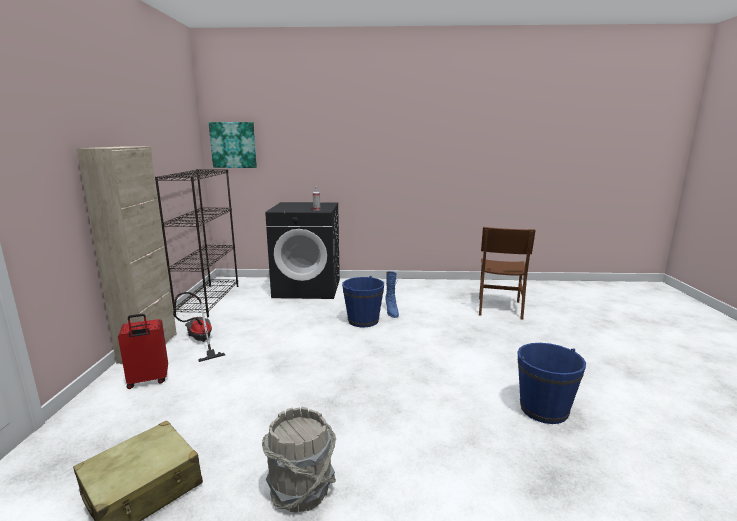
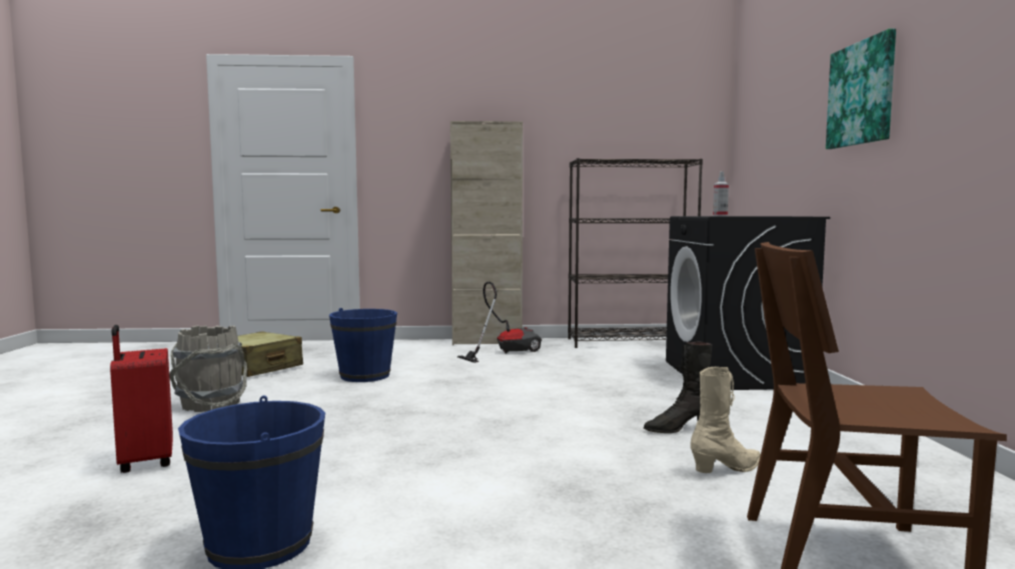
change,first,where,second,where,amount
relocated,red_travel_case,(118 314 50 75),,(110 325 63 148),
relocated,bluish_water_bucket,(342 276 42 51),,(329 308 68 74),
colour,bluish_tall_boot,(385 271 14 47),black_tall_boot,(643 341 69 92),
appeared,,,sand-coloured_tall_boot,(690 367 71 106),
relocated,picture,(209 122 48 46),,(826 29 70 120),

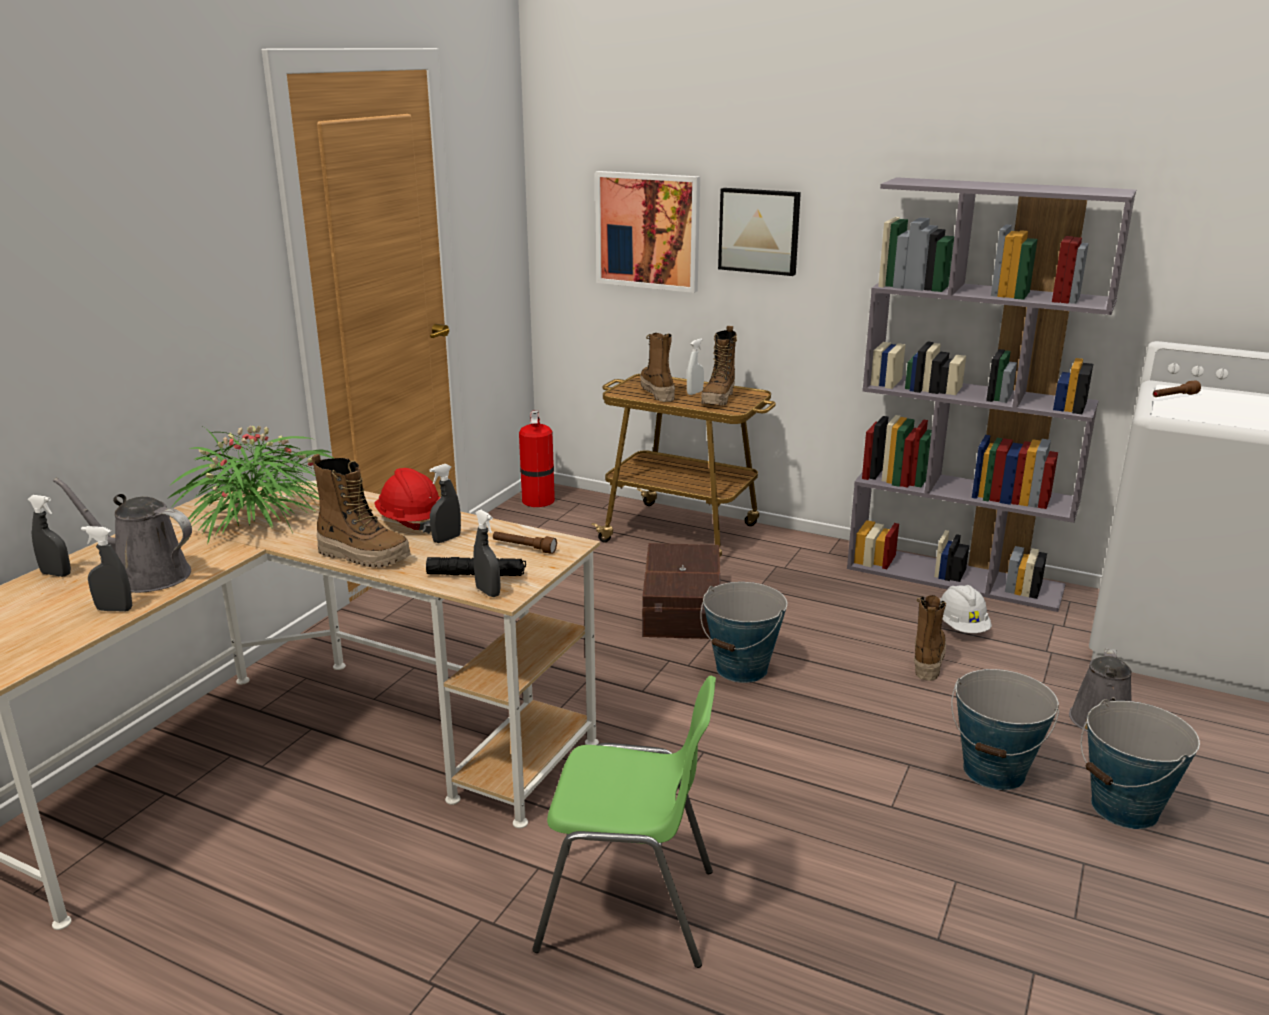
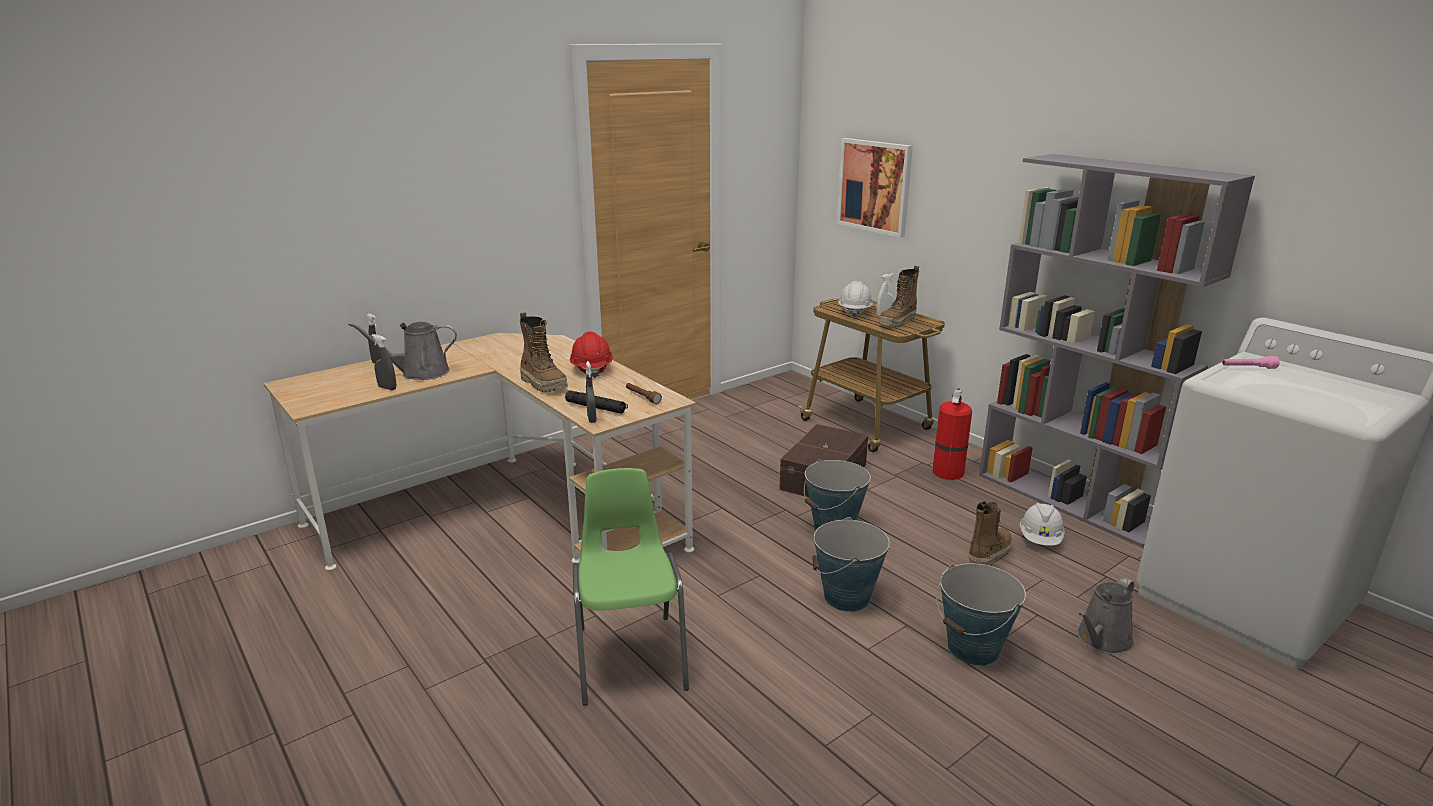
change,first,where,second,where,amount
spun,greyish_sprinkling_can,(53 478 139 115),,(348 322 109 58),60 degrees counterclockwise
spun,greenish_chair,(532 676 184 292),,(573 468 116 238),135 degrees counterclockwise
relocated,water_bucket,(1080 699 120 130),,(812 517 78 95),
exchanged,tall_boot,(640 333 35 69),white-coloured_hard_hat,(838 281 35 37),
relocated,fire_extinguisher,(519 410 36 97),,(932 388 40 92),
colour,brown_hand_torch,(1153 380 48 17),pink-coloured_hand_torch,(1222 356 58 13),
missing,potted_plant,(167 425 166 120),,,
missing,greyish_spray_bottle,(430 464 31 79),,,
missing,picture,(718 188 83 88),,,

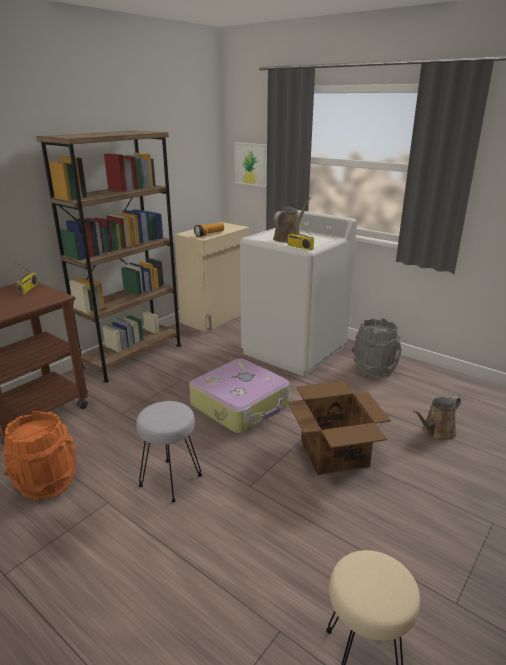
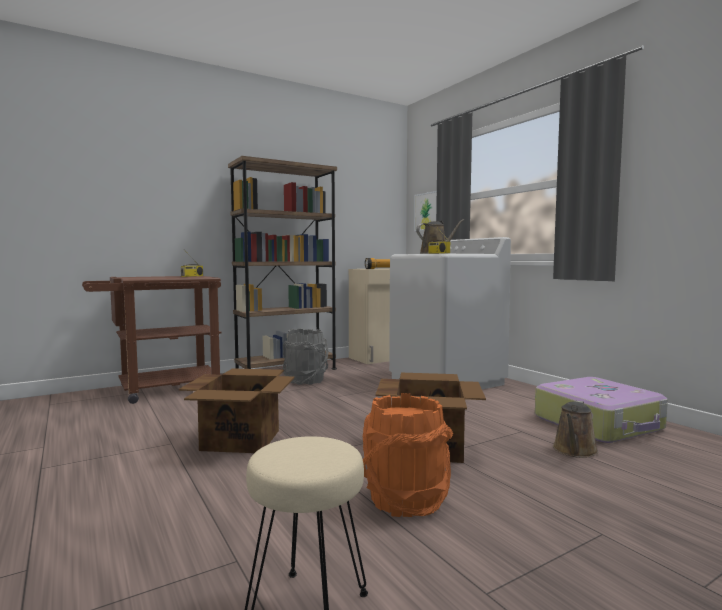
change,first,where,second,where,amount
exchanged,greyish_stool,(136 401 66 102),packing_box,(179 368 116 85),
relocated,greyish_water_bucket,(352 318 50 61),,(283 328 46 57),
relocated,orange_water_bucket,(3 411 73 90),,(363 393 90 124),
relocated,travel_case,(189 358 101 75),,(535 377 133 66),
spun,brown_sprinkling_can,(413 396 48 44),,(553 401 45 57),45 degrees counterclockwise

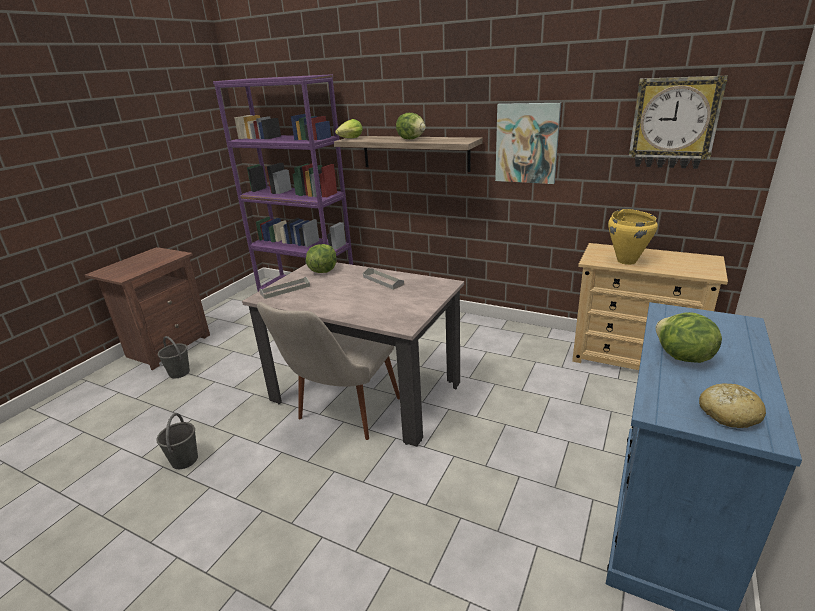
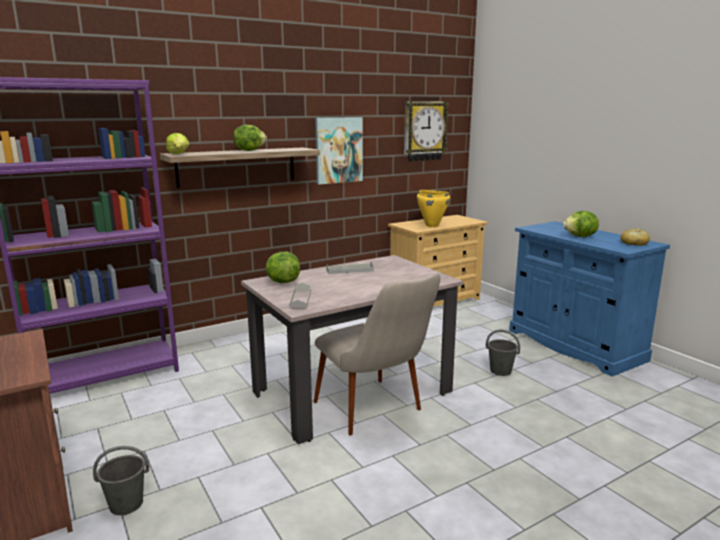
change,first,where,second,where,amount
relocated,greyish_water_bucket,(156 413 42 56),,(486 330 34 46),

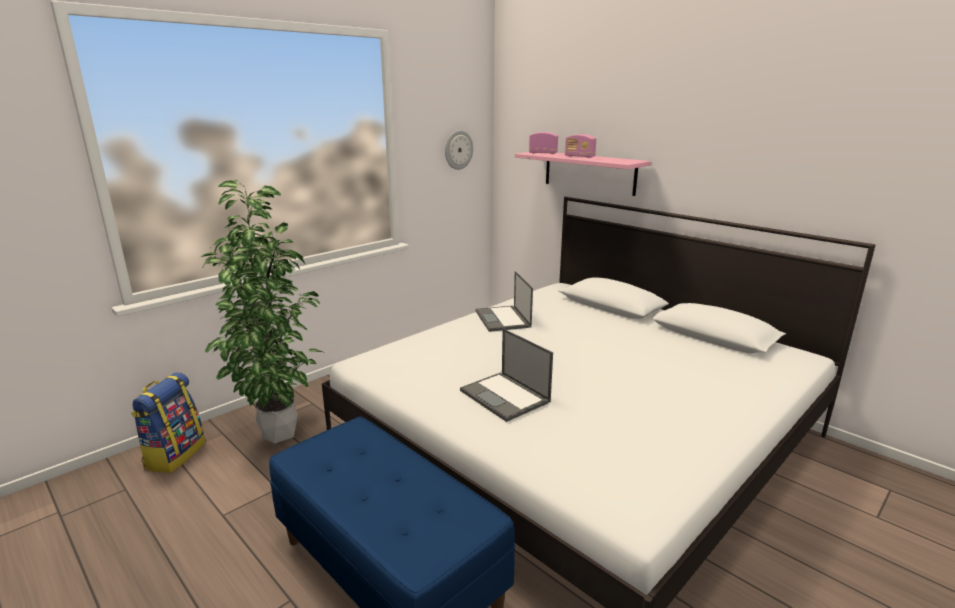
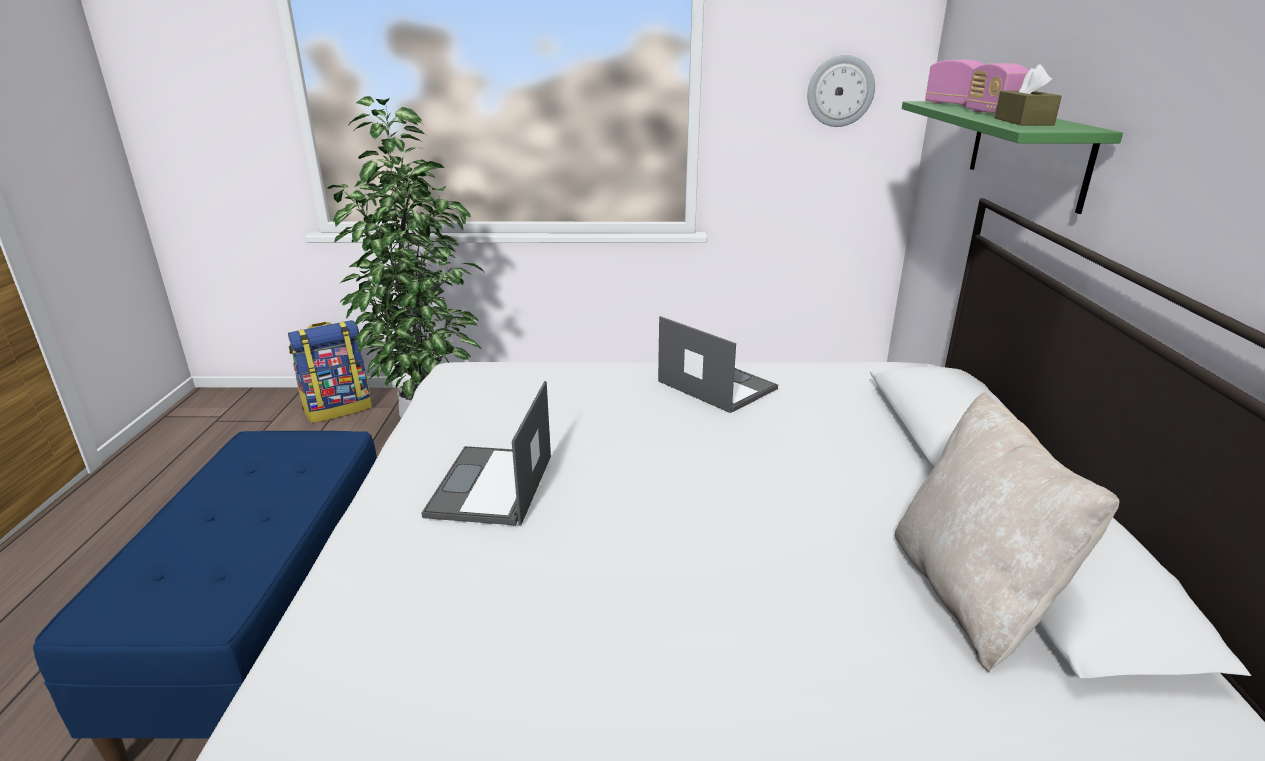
change,first,where,second,where,amount
spun,notebook_computer,(475 271 58 61),,(658 316 120 97),105 degrees clockwise
appeared,,,sand-coloured_pillow,(895 391 224 281),
colour,pink-coloured_shelf,(515 152 136 44),greenish_shelf,(902 101 221 113),
appeared,,,brown_tissue_holder,(995 64 67 62),

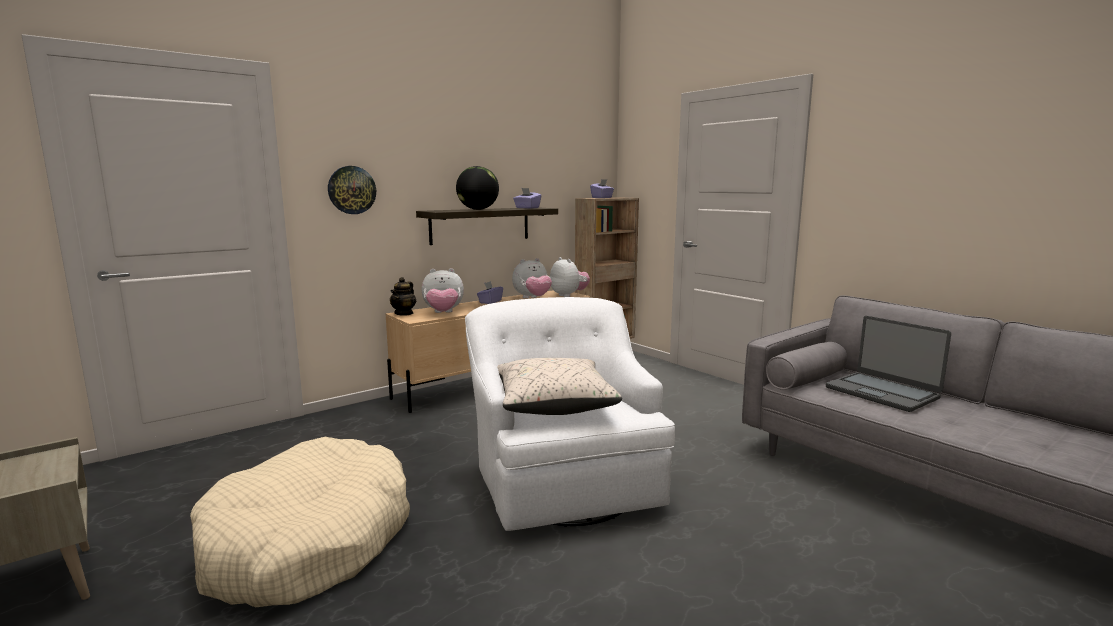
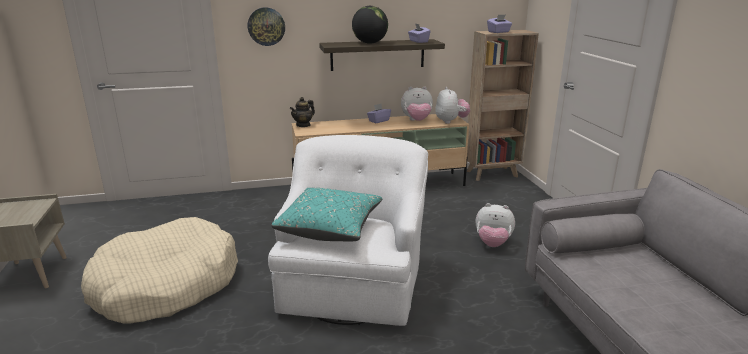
change,first,where,second,where,amount
colour,sand-coloured_pillow,(497 358 125 57),turquoise-coloured_pillow,(271 188 111 53),
relocated,cuddly_toy,(422 268 42 45),,(476 203 39 44),
missing,notebook_computer,(826 316 125 96),,,

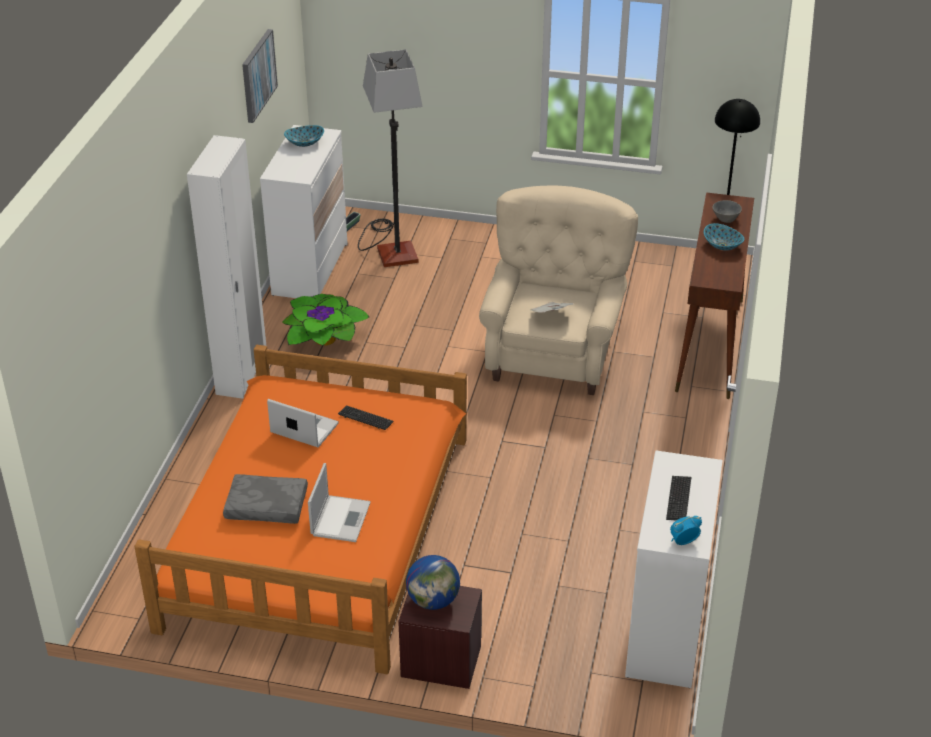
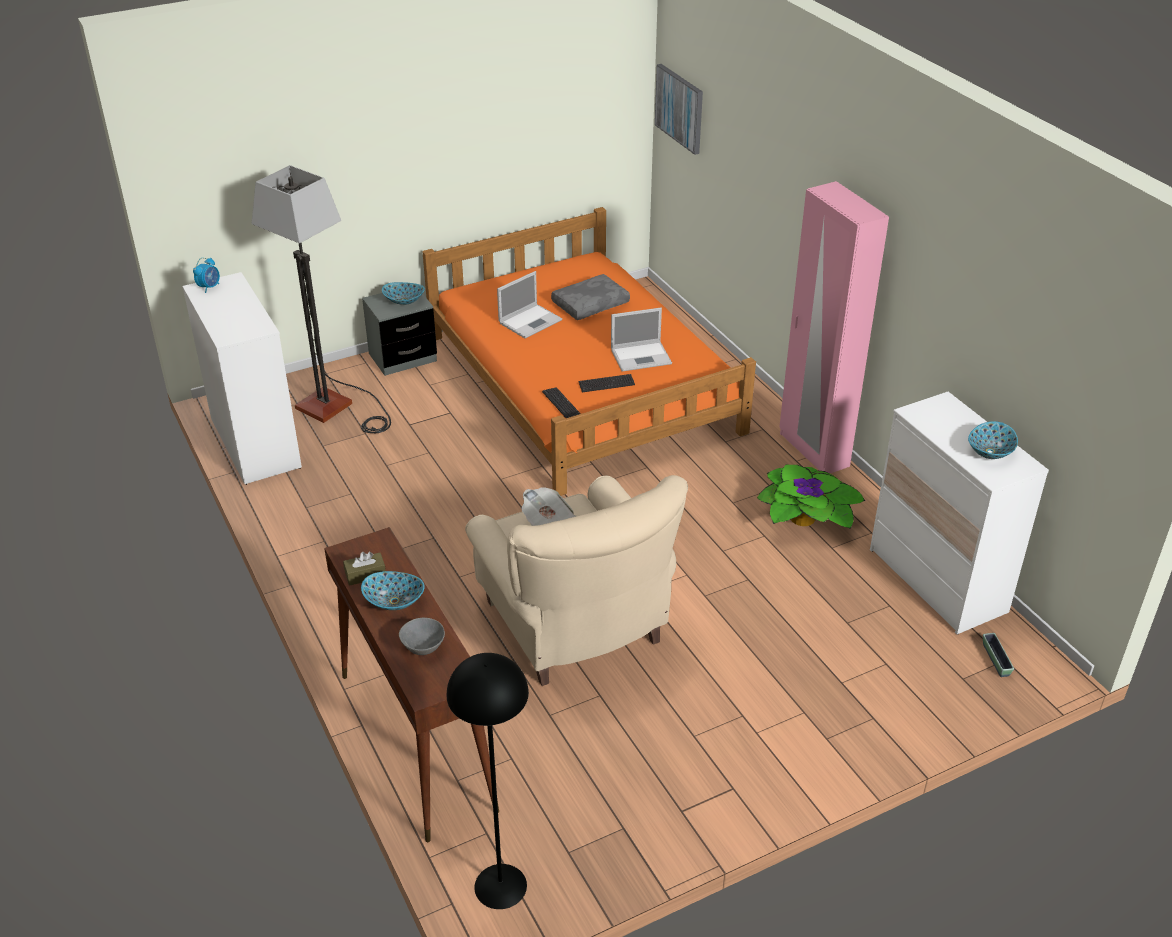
change,first,where,second,where,amount
relocated,standard_lamp,(358 49 65 218),,(252 165 139 268),
appeared,,,brown_tissue_holder,(343 552 43 34),
colour,brown_bedside_table,(398 586 84 103),greyish_bedside_table,(362 293 75 83),
exchanged,globe,(406 555 54 55),serving_bowl,(382 282 43 23),
spun,notebook_computer,(308 463 63 79),,(497 271 65 67),105 degrees counterclockwise
relocated,PC_keyboard,(666 476 25 45),,(542 388 39 30),
relocated,picture,(242 29 36 94),,(655 64 48 91),
colour,white-coloured_armoire,(187 135 79 264),pink-coloured_armoire,(779 181 110 292),

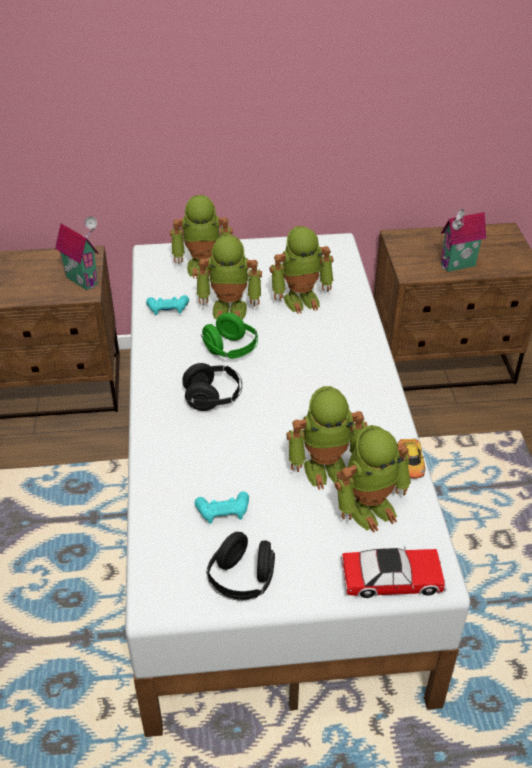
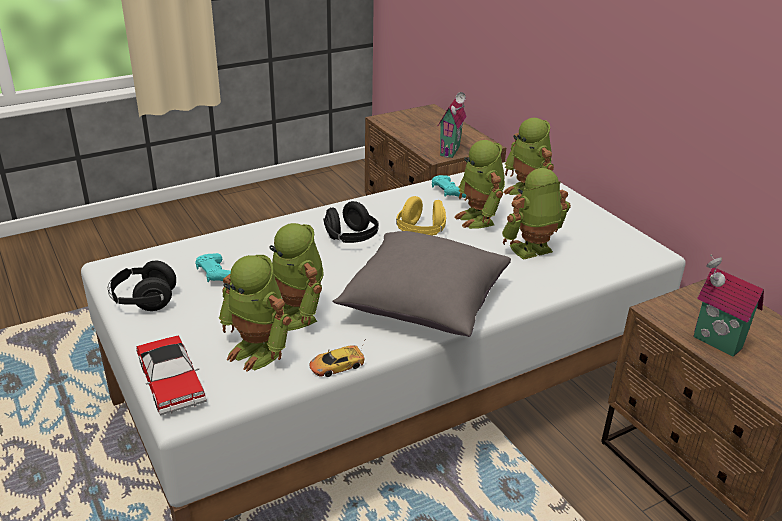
change,first,where,second,where,amount
appeared,,,greyish_pillow,(333 231 178 106),
colour,greenish_pair_of_headphones,(200 313 58 46),yellow_pair_of_headphones,(396 196 50 39),
spun,robot_figure,(269 226 65 88),,(502 168 69 92),105 degrees clockwise

